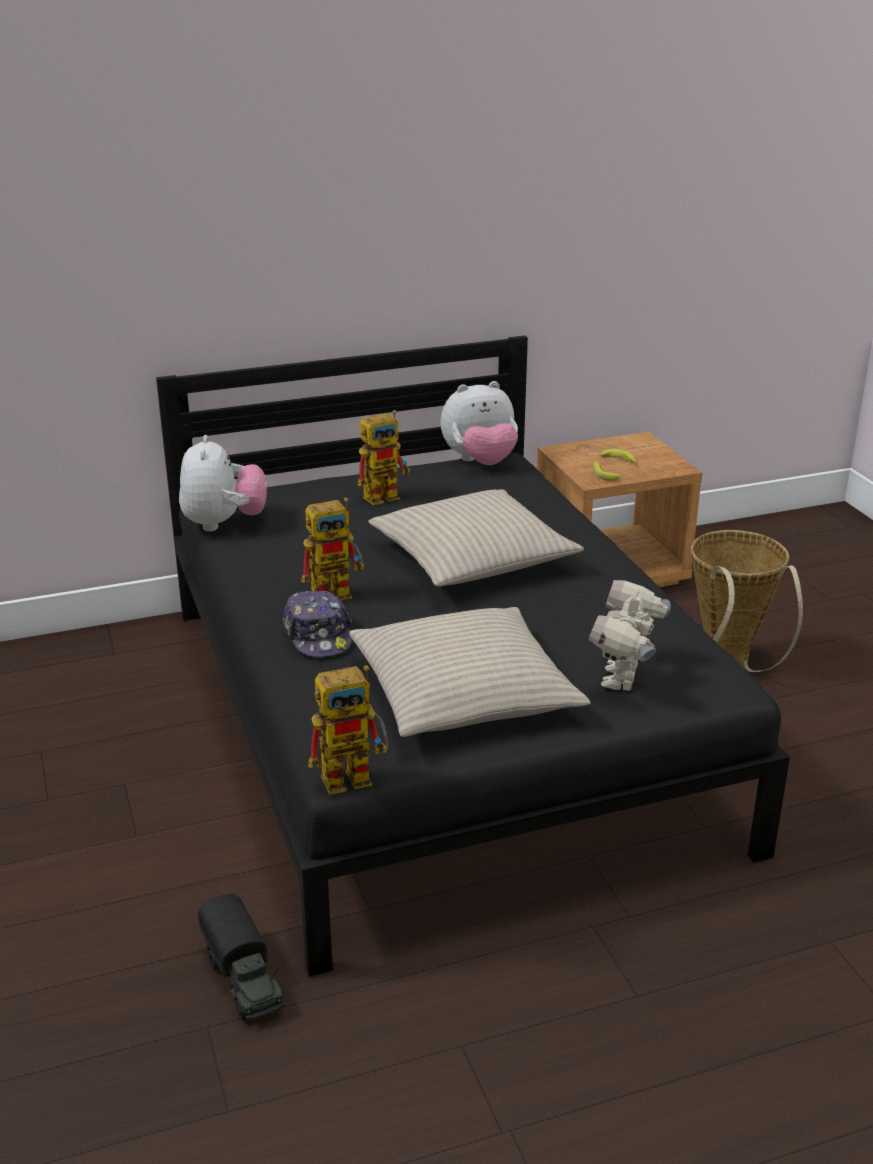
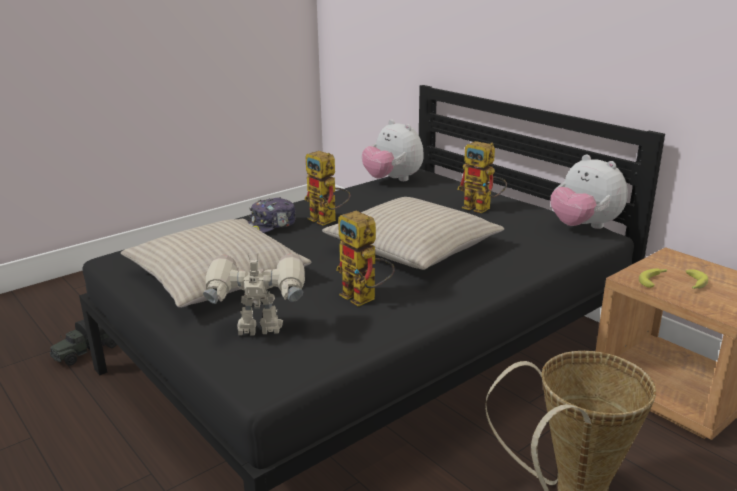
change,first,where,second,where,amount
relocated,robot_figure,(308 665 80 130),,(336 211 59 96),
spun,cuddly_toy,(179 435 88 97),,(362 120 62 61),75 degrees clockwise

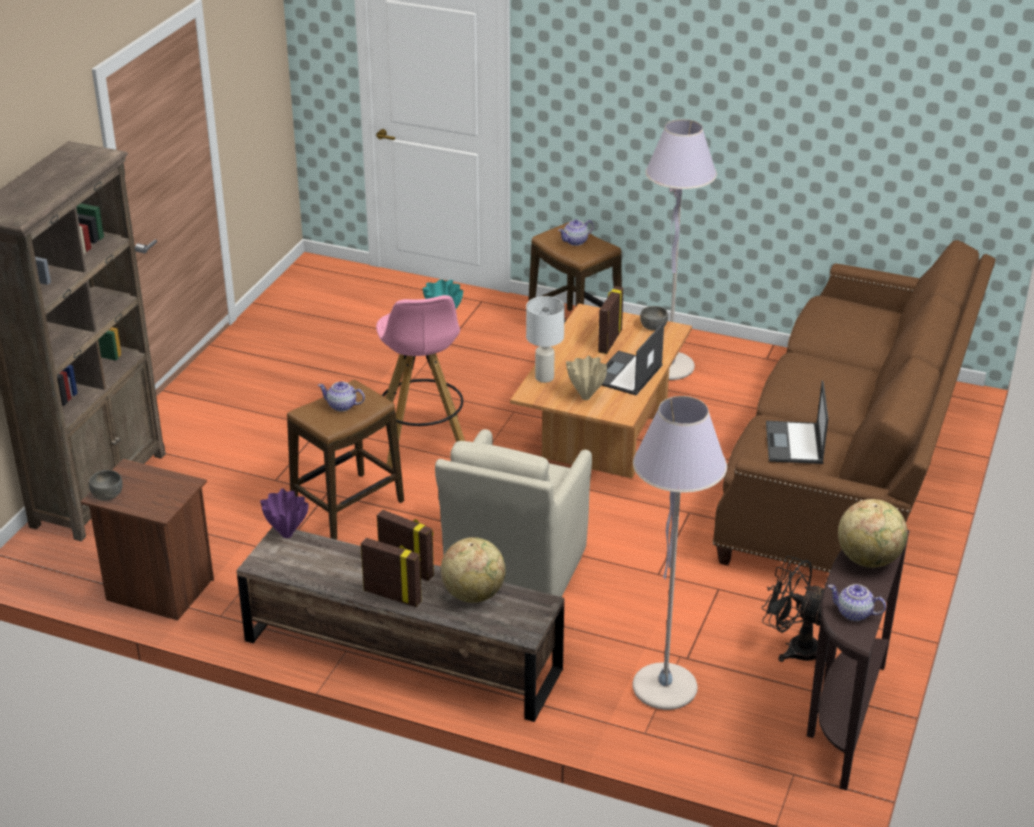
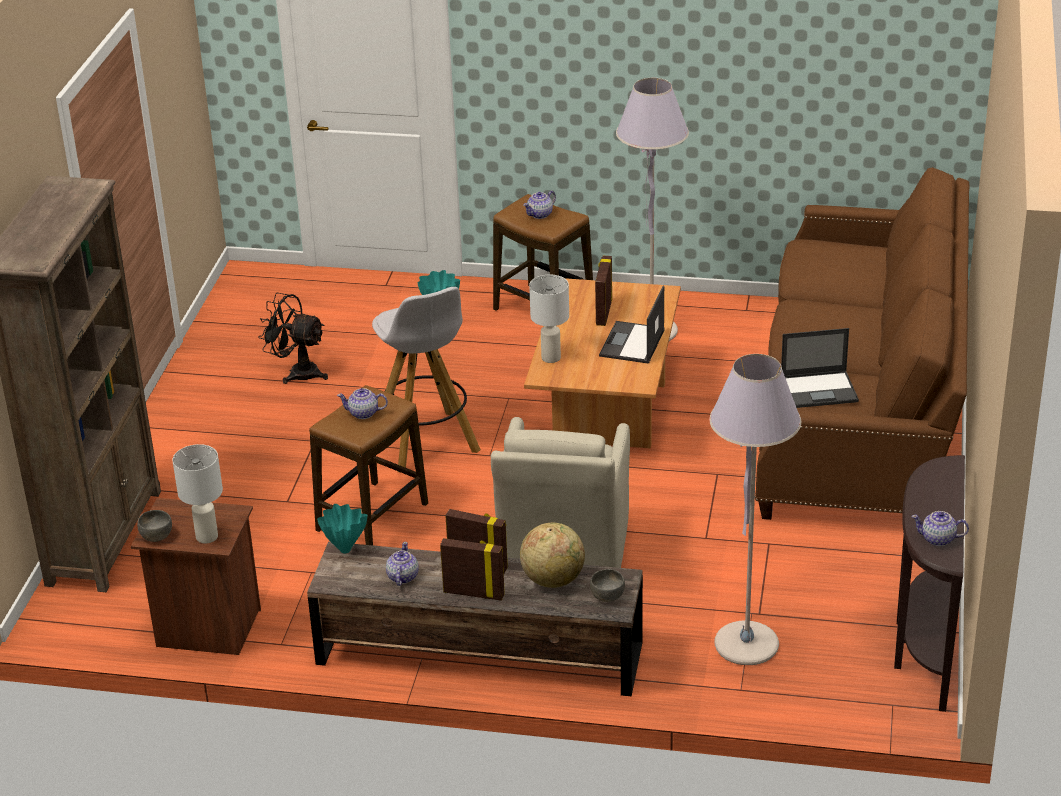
change,first,where,second,where,amount
appeared,,,white-coloured_table_lamp,(172 444 51 99),
relocated,black_cooling_fan,(761 556 66 106),,(258 293 70 91),
colour,purplish_decorative_vase,(260 489 49 49),turquoise-coloured_decorative_vase,(317 504 50 49),
colour,pink-coloured_stool,(376 295 89 173),white-coloured_stool,(372 287 109 185),
appeared,,,pot_for_tea,(386 542 33 44),
relocated,greyish_serving_bowl,(640 306 28 24),,(590 569 35 33),
spun,notebook_computer,(766 380 62 84),,(781 328 78 80),90 degrees counterclockwise
missing,sand-coloured_decorative_vase,(566 356 41 44),,,
missing,globe,(838 499 70 69),,,

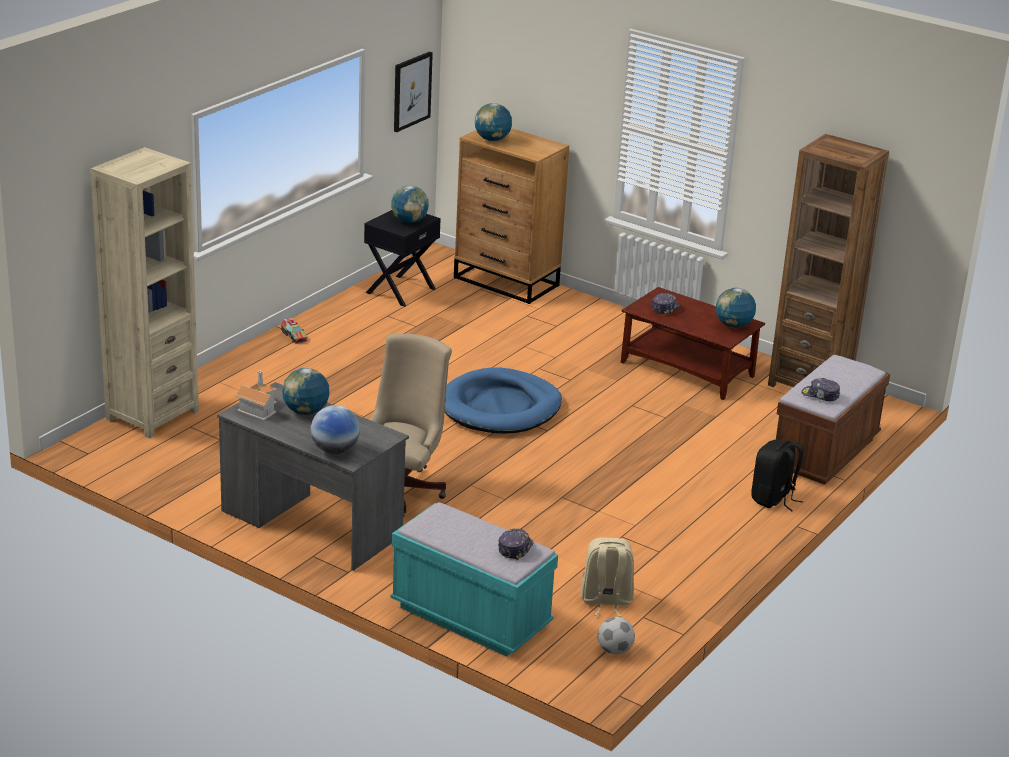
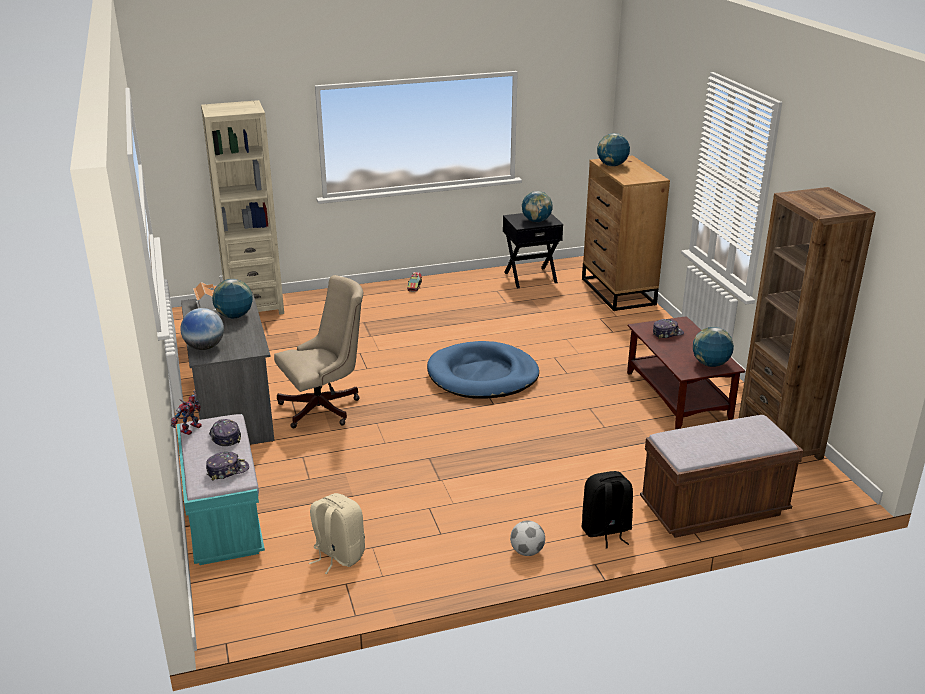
change,first,where,second,where,amount
appeared,,,robot_figure,(171 391 31 44),
relocated,baseball_cap,(801 378 39 23),,(209 419 32 27),
relocated,football,(597 617 38 38),,(510 521 35 35),
missing,picture,(394 51 39 81),,,

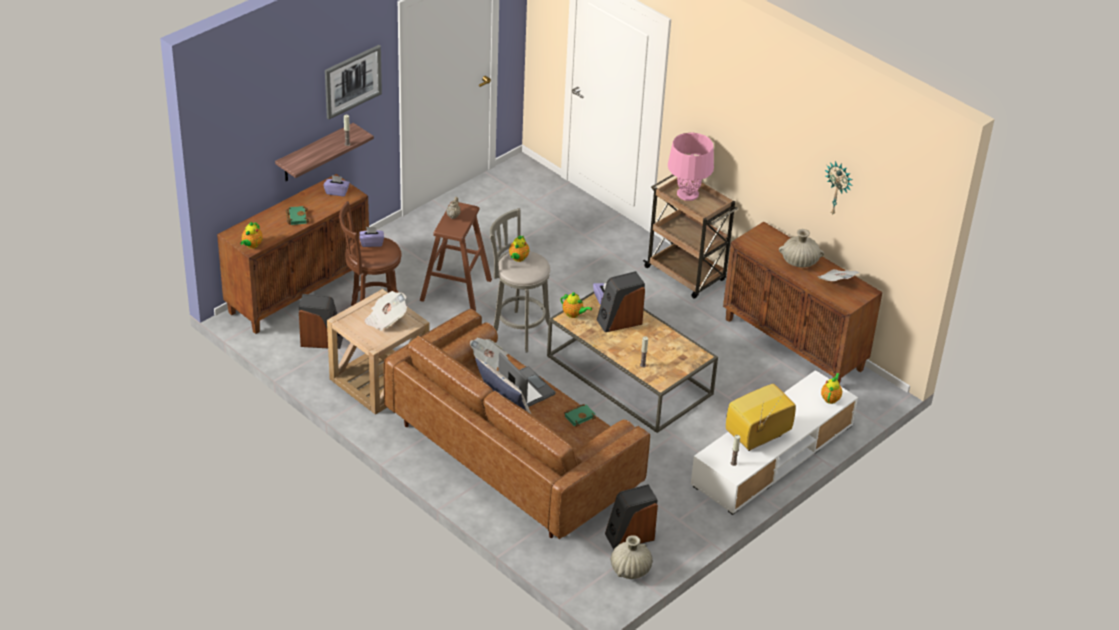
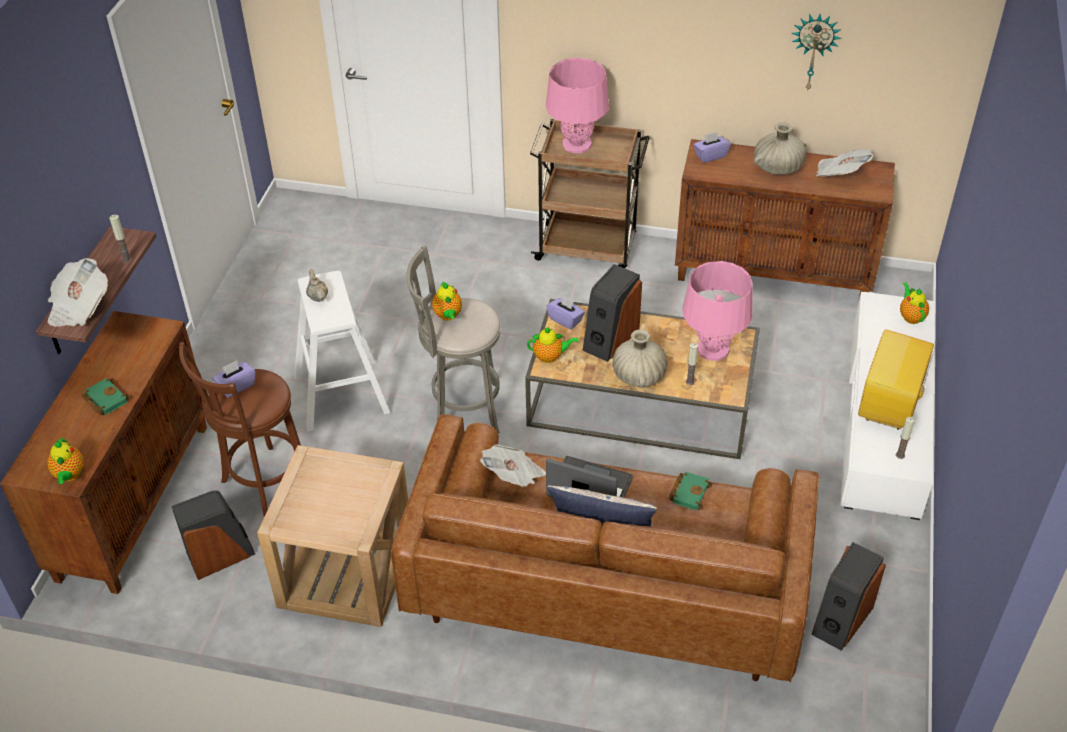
change,first,where,second,where,amount
relocated,daily_paper,(364 291 43 40),,(47 258 61 69),
colour,brown_stool,(420 202 72 109),white-coloured_stool,(294 271 96 160),
relocated,sand-coloured_decorative_vase,(610 535 43 44),,(612 330 56 58),
appeared,,,pink-coloured_table_lamp,(682 261 71 100),
relocated,purplish_tissue_holder,(323 175 27 21),,(693 132 38 31),
missing,picture,(325 45 57 74),,,

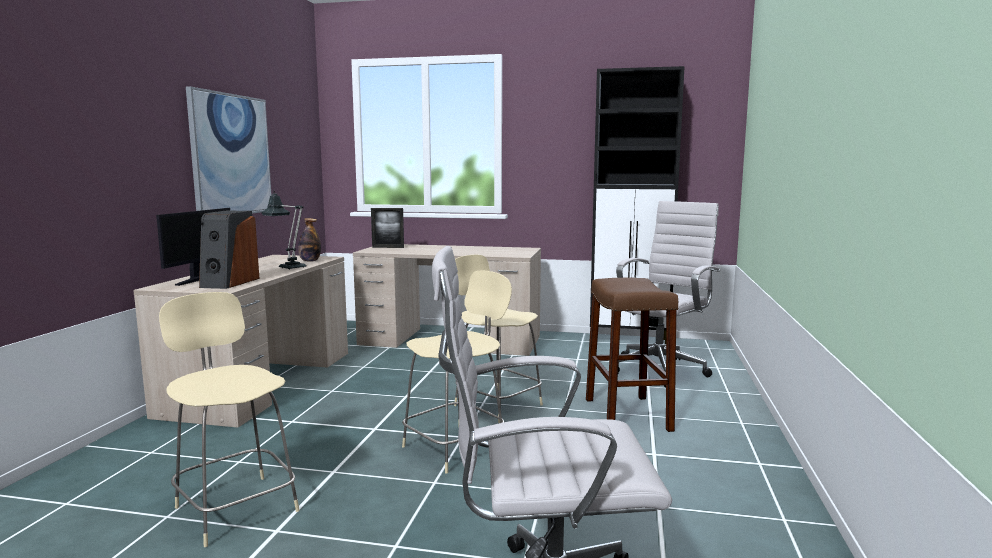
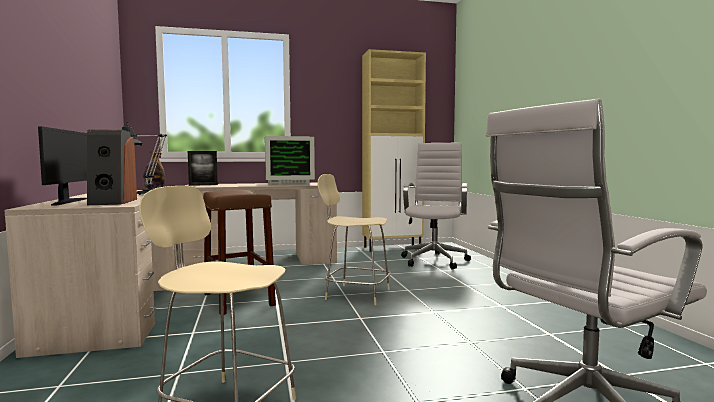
change,first,where,second,where,amount
relocated,brown_stool,(586 277 93 155),,(203 190 73 125),
appeared,,,computer_screen,(265 136 50 50),
colour,black_storage_cabinet,(590 66 95 278),sand-coloured_storage_cabinet,(362 49 64 203),
missing,picture,(186 86 86 128),,,
missing,sand-coloured_chair,(402 270 110 204),,,

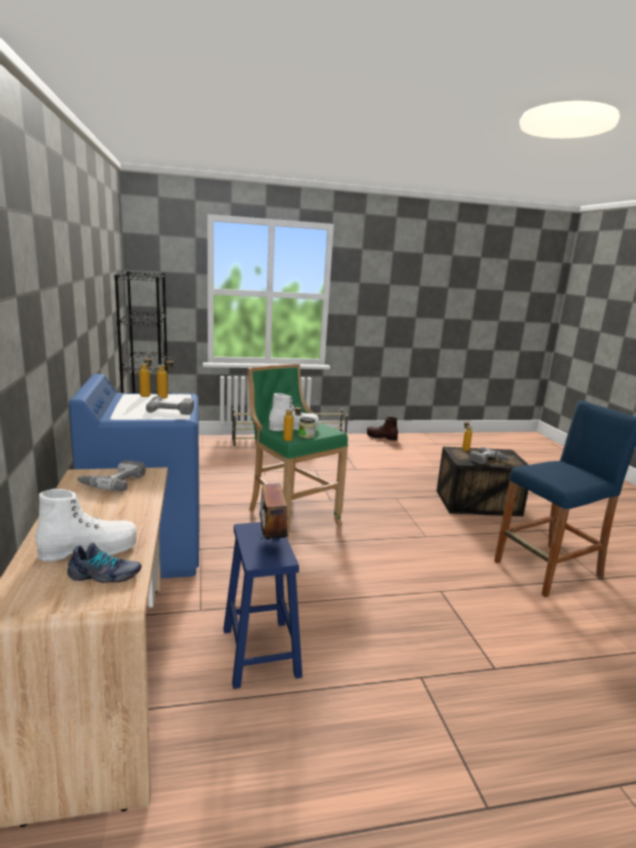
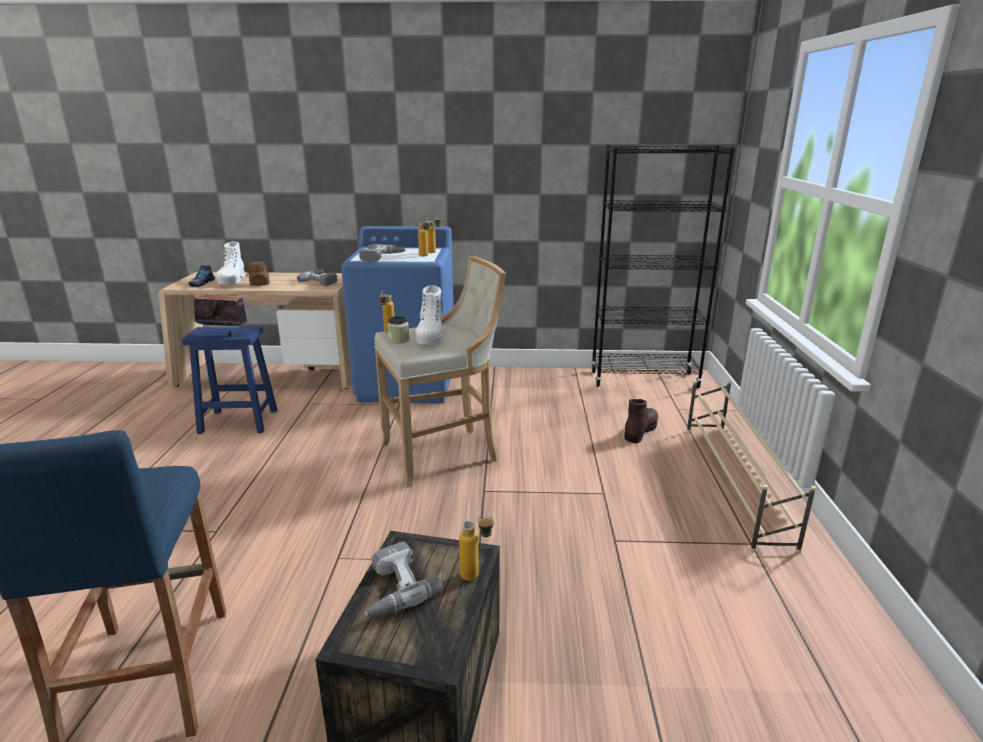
change,first,where,second,where,amount
appeared,,,brown_storage_jar,(246 261 25 25),
colour,greenish_stool,(248 364 100 175),sand-coloured_stool,(375 256 131 232),
relocated,brown_tall_boot,(367 417 31 24),,(624 399 34 44),

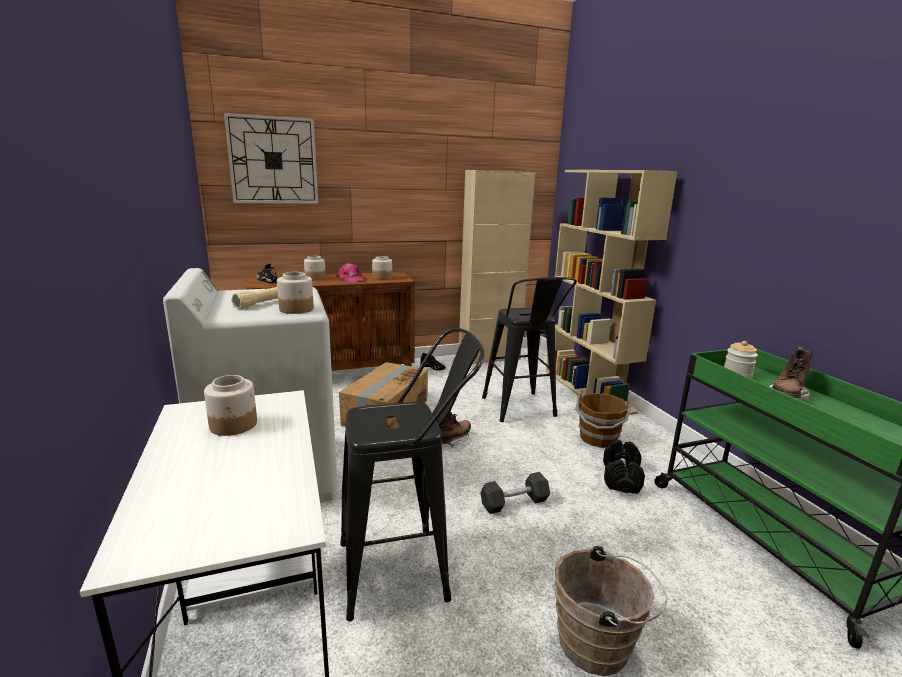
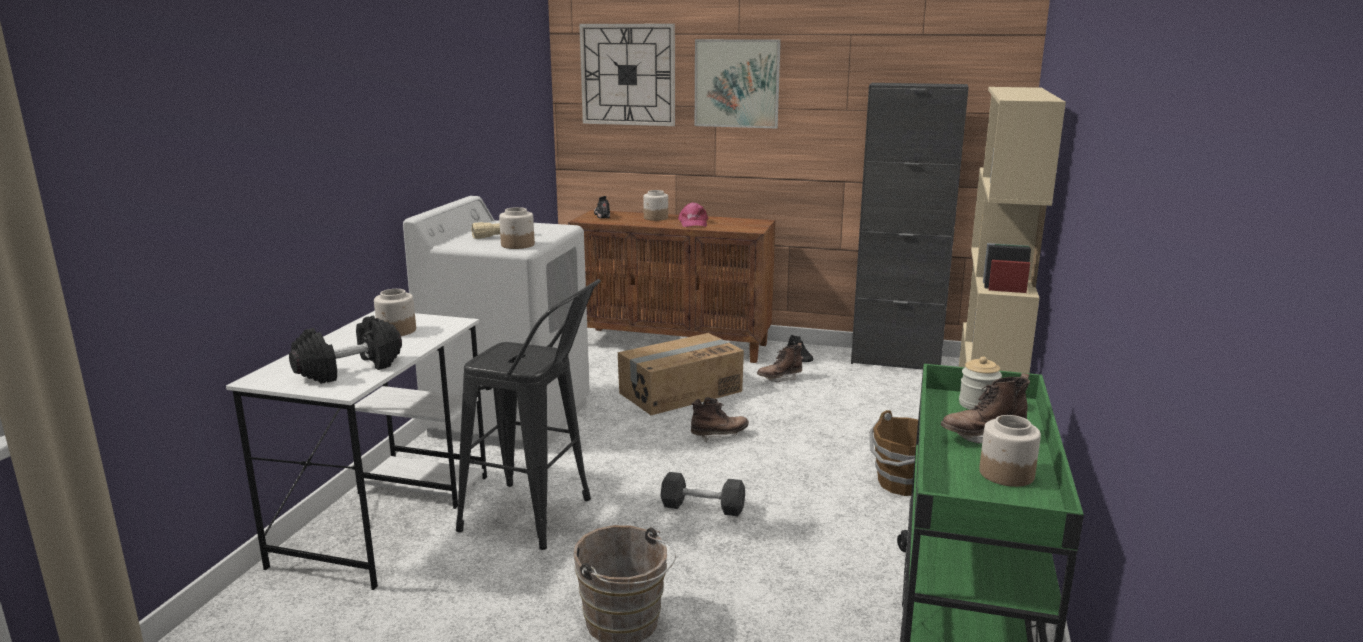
change,first,where,second,where,amount
relocated,black_free_weight,(603 440 42 54),,(289 316 113 68),
appeared,,,picture,(695 39 86 89),
appeared,,,brown_tall_boot,(757 343 45 39),
colour,sand-coloured_storage_cabinet,(459 170 76 194),black_storage_cabinet,(851 83 118 287),
relocated,storage_jar,(372 256 20 24),,(979 415 62 72),
missing,black_stool,(482 277 95 145),,,

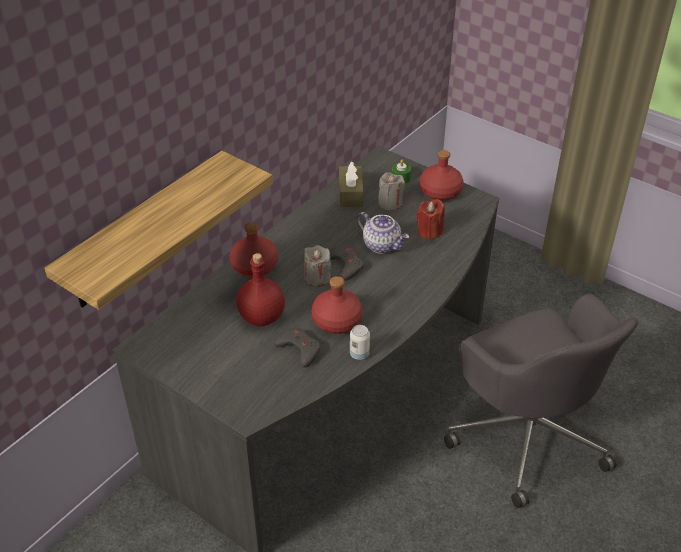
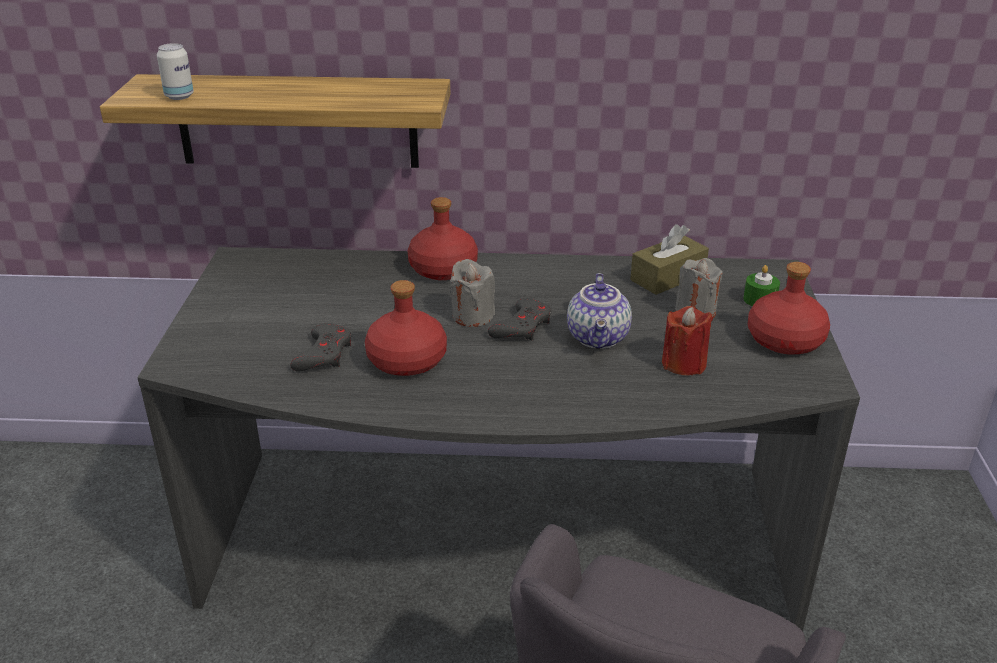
change,first,where,second,where,amount
relocated,sealed_can,(350 325 20 35),,(157 43 37 57),
missing,red_beverage_bottle,(236 253 49 73),,,

